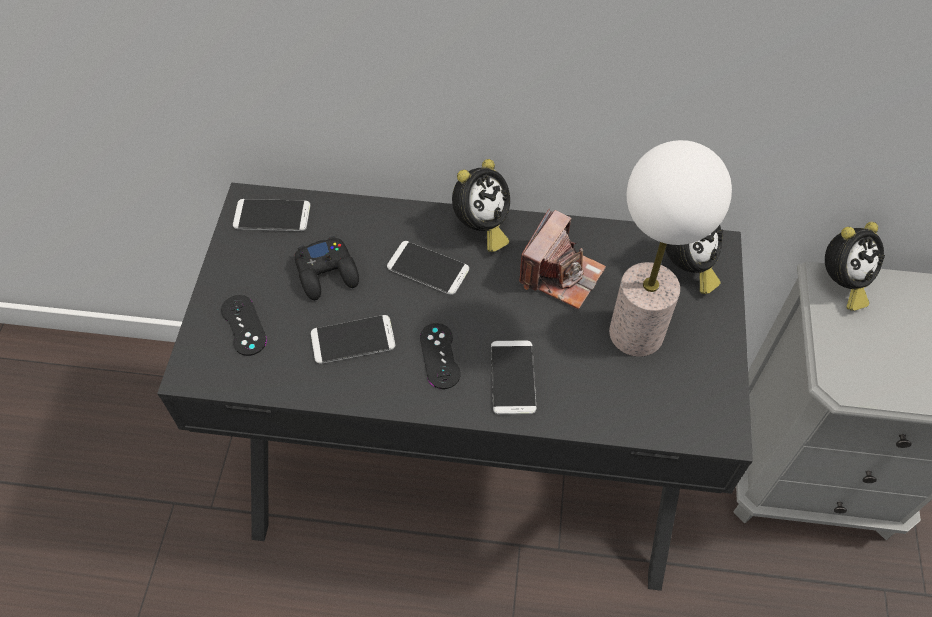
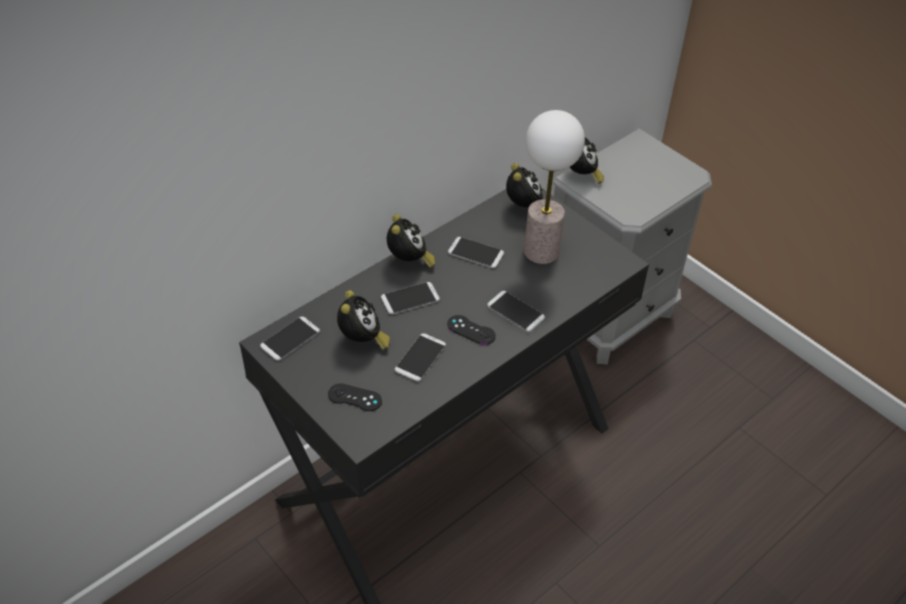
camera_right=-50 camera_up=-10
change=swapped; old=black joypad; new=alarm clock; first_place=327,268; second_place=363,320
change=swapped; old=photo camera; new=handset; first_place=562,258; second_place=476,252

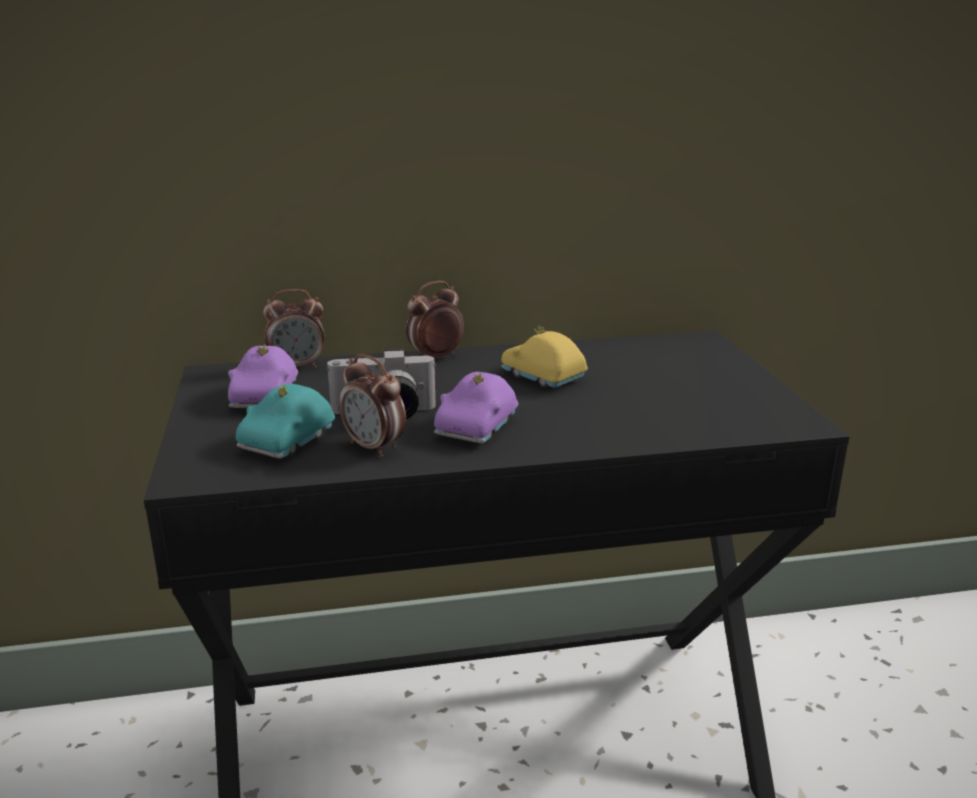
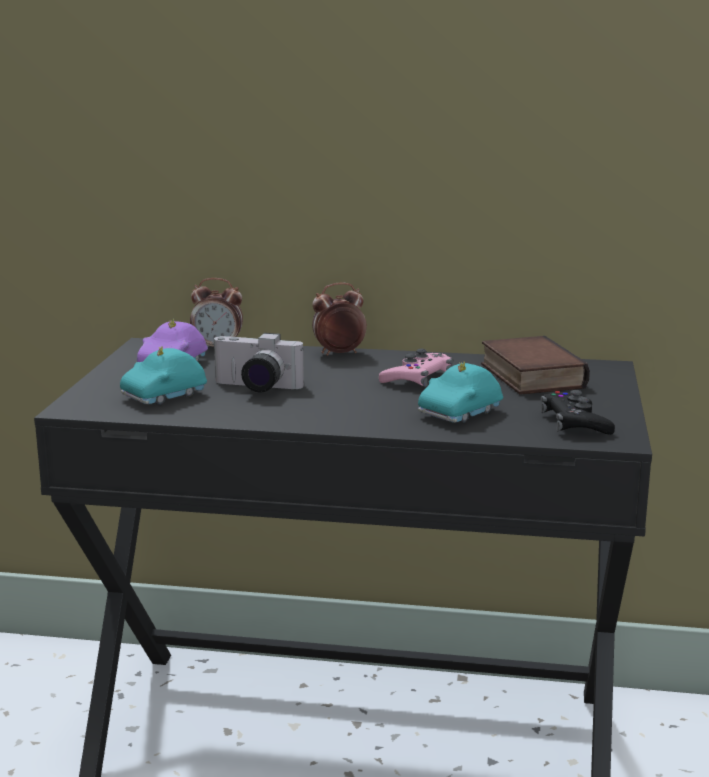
camera_right=20 camera_up=-5
change=swapped; old=yellow model car; new=pinkish joypad; first_place=544,356; second_place=416,368
change=new; new=turquoise-coloured model car; second_place=460,392
change=new; new=book; second_place=535,365
change=new; new=black joypad; second_place=578,412
change=gone; old=alarm clock; first_place=372,405
change=gone; old=purplish model car; first_place=476,407

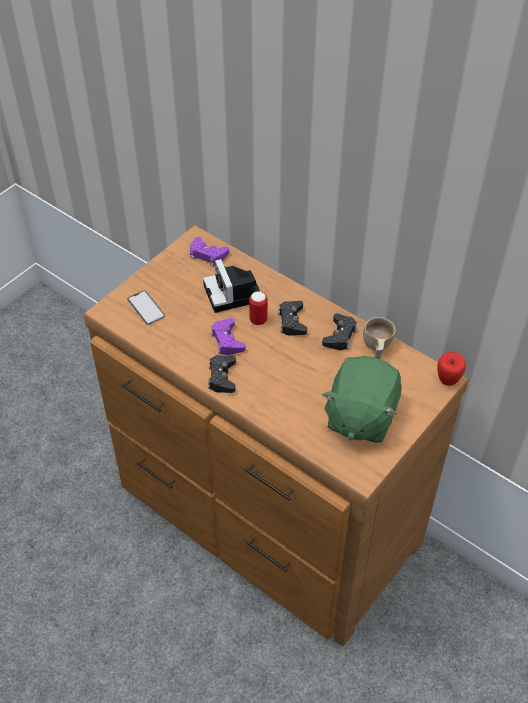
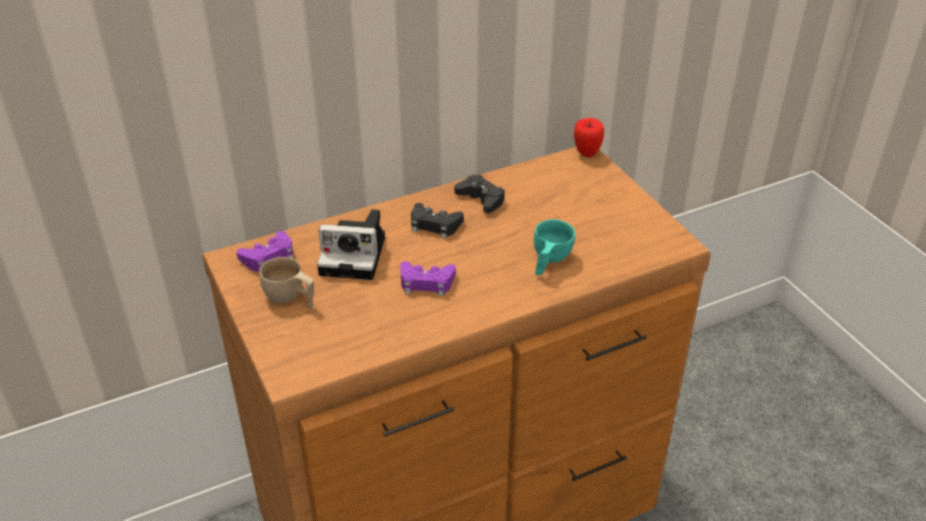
camera_right=-65 camera_up=-10
change=shifted; old=beige drinking cup; first_place=379,338; second_place=286,283
change=new; new=turquoise-coloured drinking cup; second_place=555,247
change=gone; old=handset; first_place=146,307
change=gone; old=black joypad; first_place=222,374
change=gone; old=sealed can; first_place=258,308
change=gone; old=greenish cuddly toy; first_place=362,399

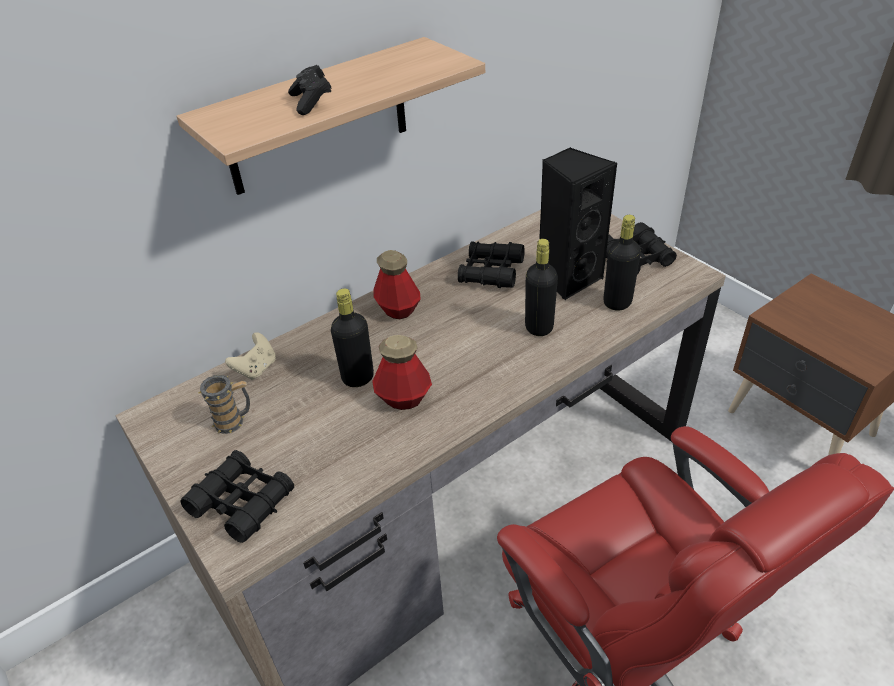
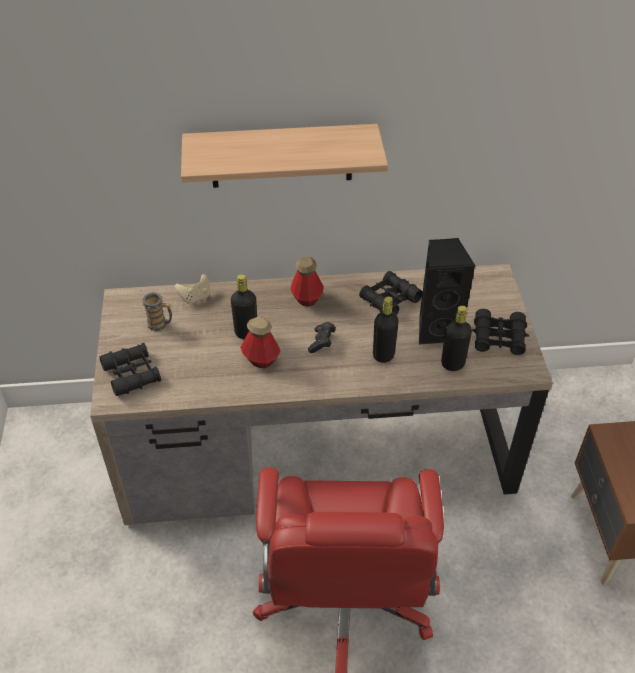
camera_right=30 camera_up=5
change=shifted; old=black joypad; first_place=310,90; second_place=322,337

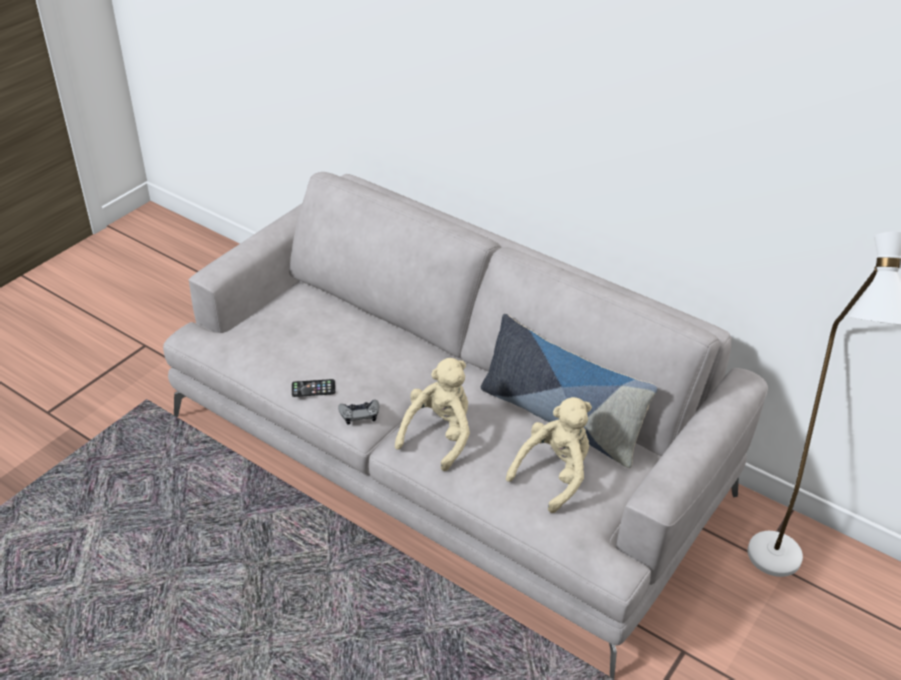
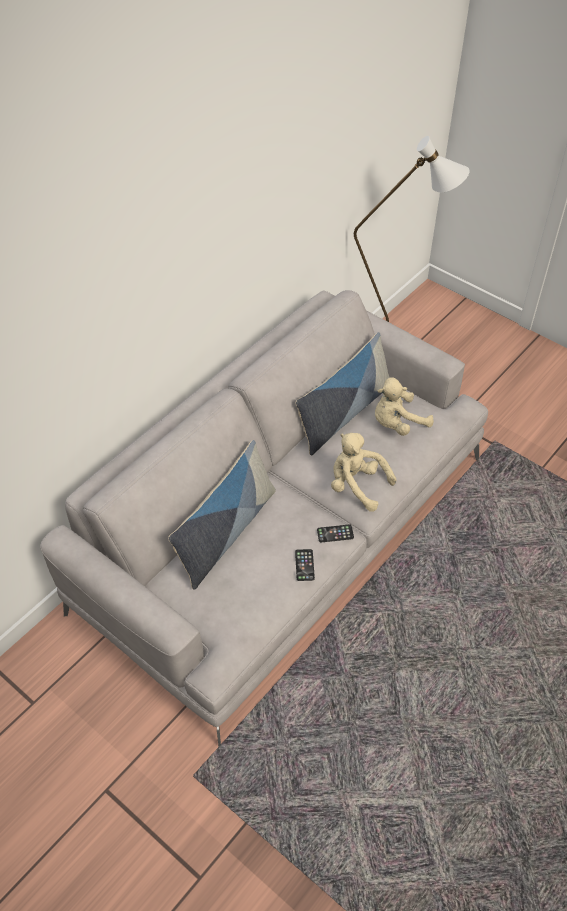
camera_right=-85 camera_up=10
change=new; new=pillow; second_place=222,515
change=swapped; old=grey joypad; new=handset; first_place=358,412; second_place=335,533
change=rotated; old=beige cuddly toy; first_place=549,455; second_place=404,406; degrees=-75

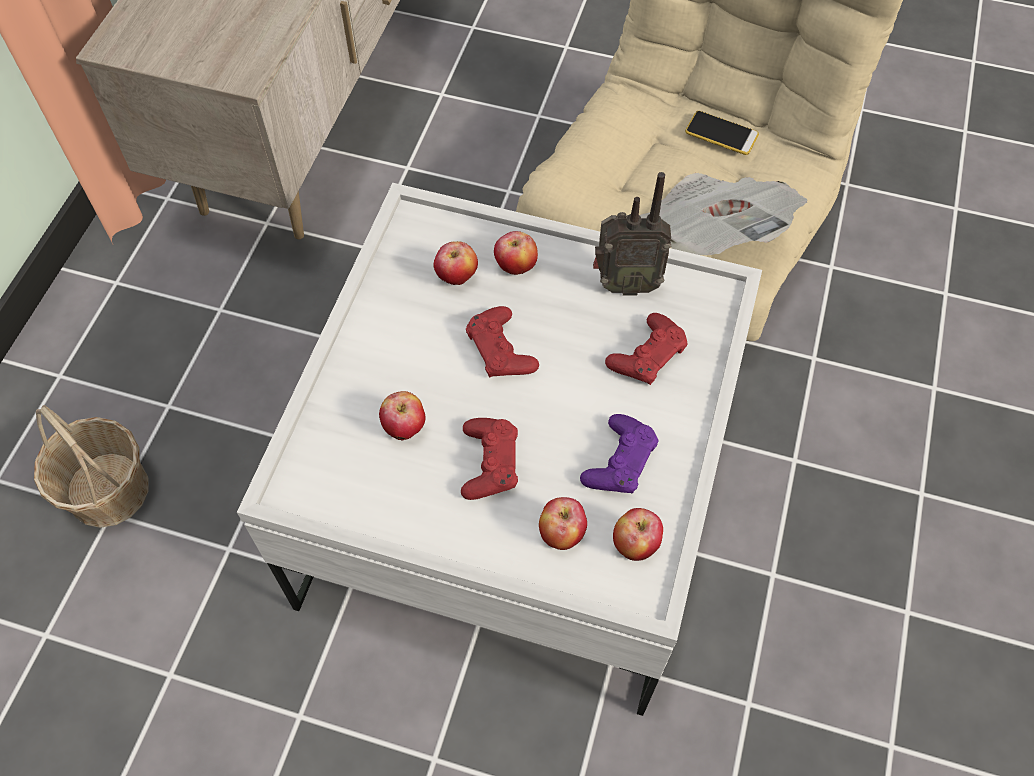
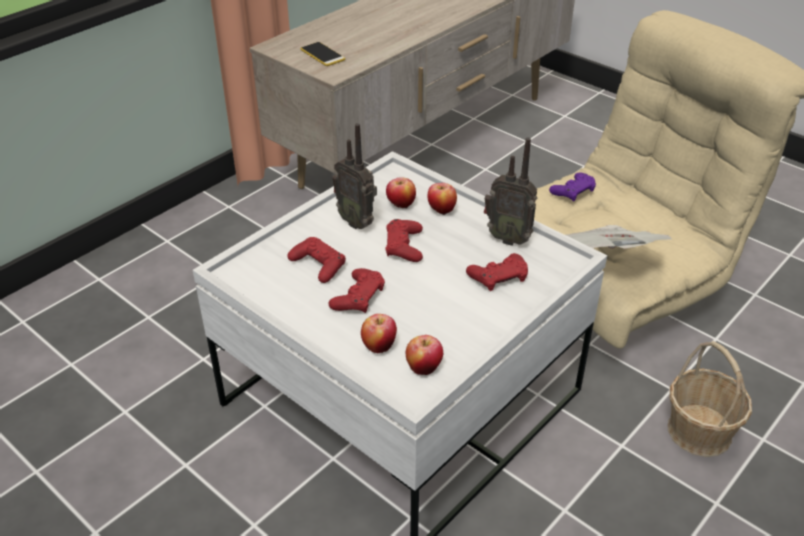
camera_right=25 camera_up=-20
change=swapped; old=apple fruit; new=reddish joypad; first_place=402,416; second_place=316,260
change=shifted; old=handset; first_place=722,133; second_place=323,54
change=new; new=radio receiver; second_place=354,176
change=shifted; old=purplish joypad; first_place=619,453; second_place=572,187
change=shifted; old=household basket; first_place=91,466; second_place=710,399

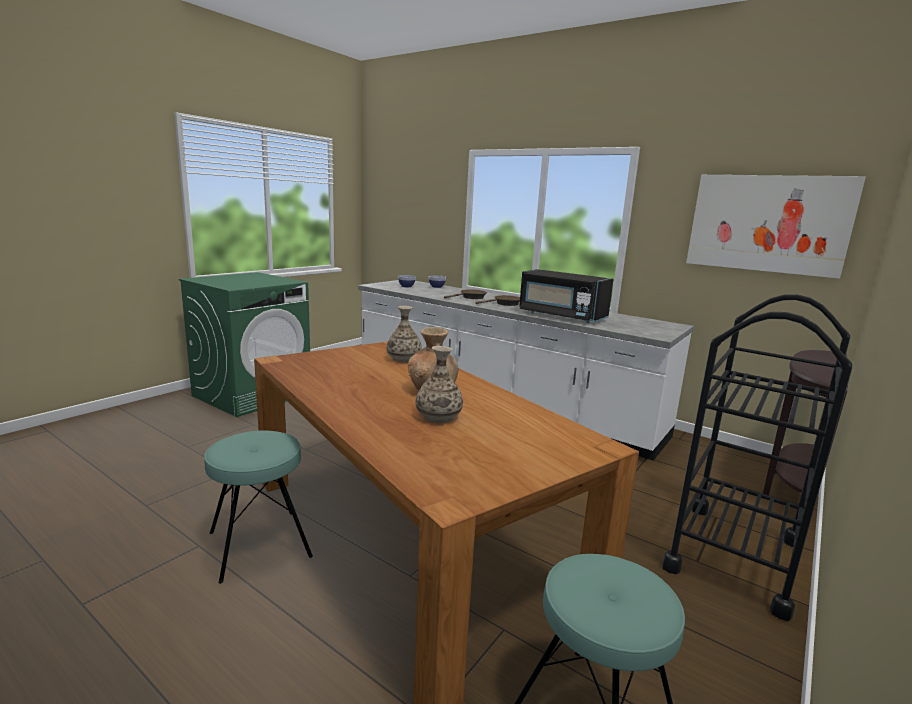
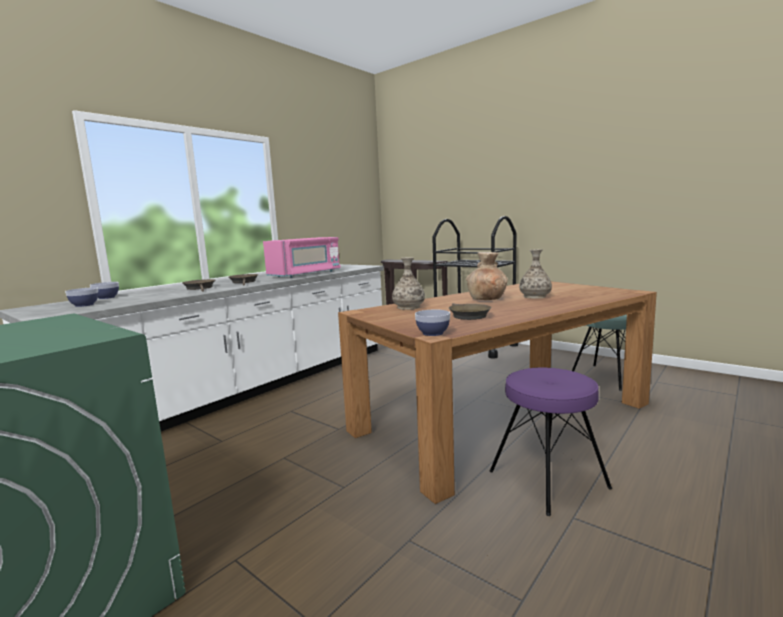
camera_right=-85 camera_up=-5
change=repainted; old=black microwave; new=pinkish microwave; first_place=566,296; second_place=301,257
change=new; new=bowl; second_place=432,323
change=new; new=brownish pan; second_place=470,311
change=repainted; old=turquoise-coloured stool seat; new=purplish stool seat; first_place=258,507; second_place=550,442
change=gone; old=picture; first_place=776,227

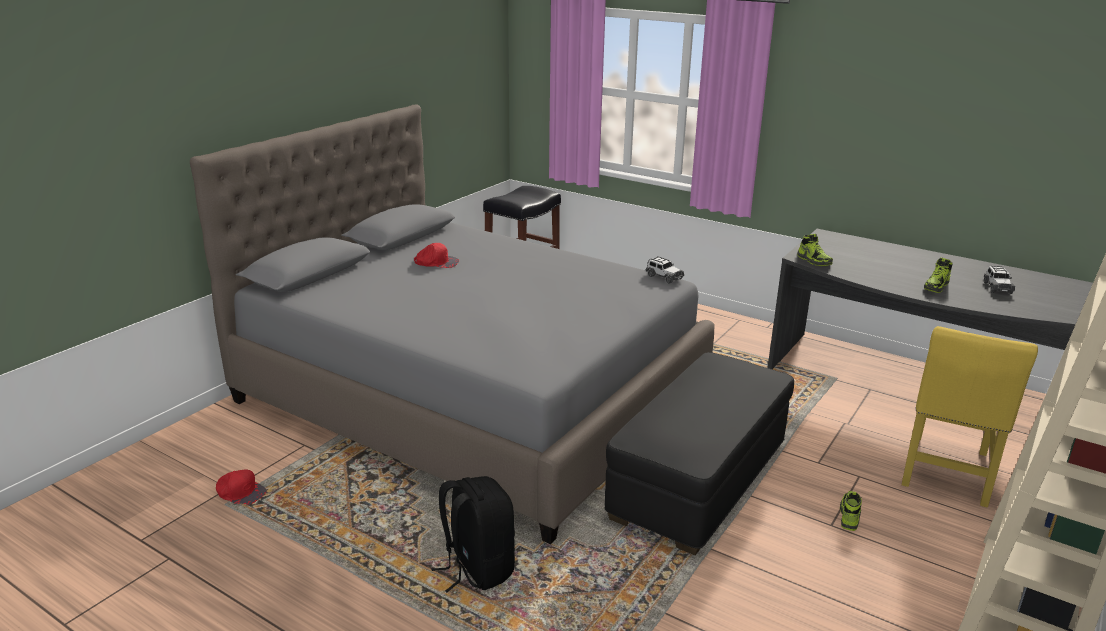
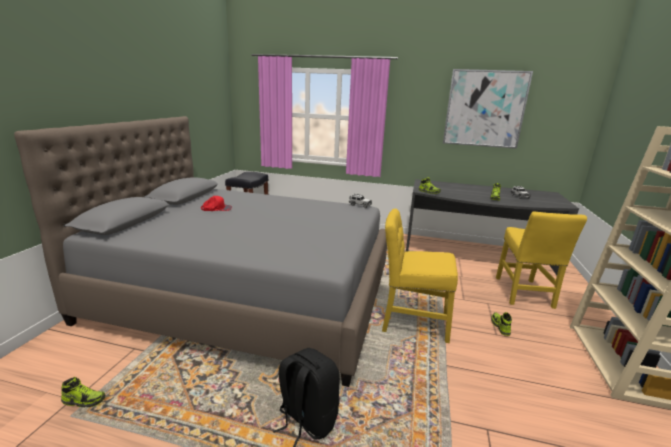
camera_right=-20 camera_up=-5
change=swapped; old=reddish cap; new=low shoe; first_place=241,487; second_place=83,392
change=swapped; old=black pouffe; new=yellow chair; first_place=699,453; second_place=420,275
change=new; new=picture; second_place=488,109

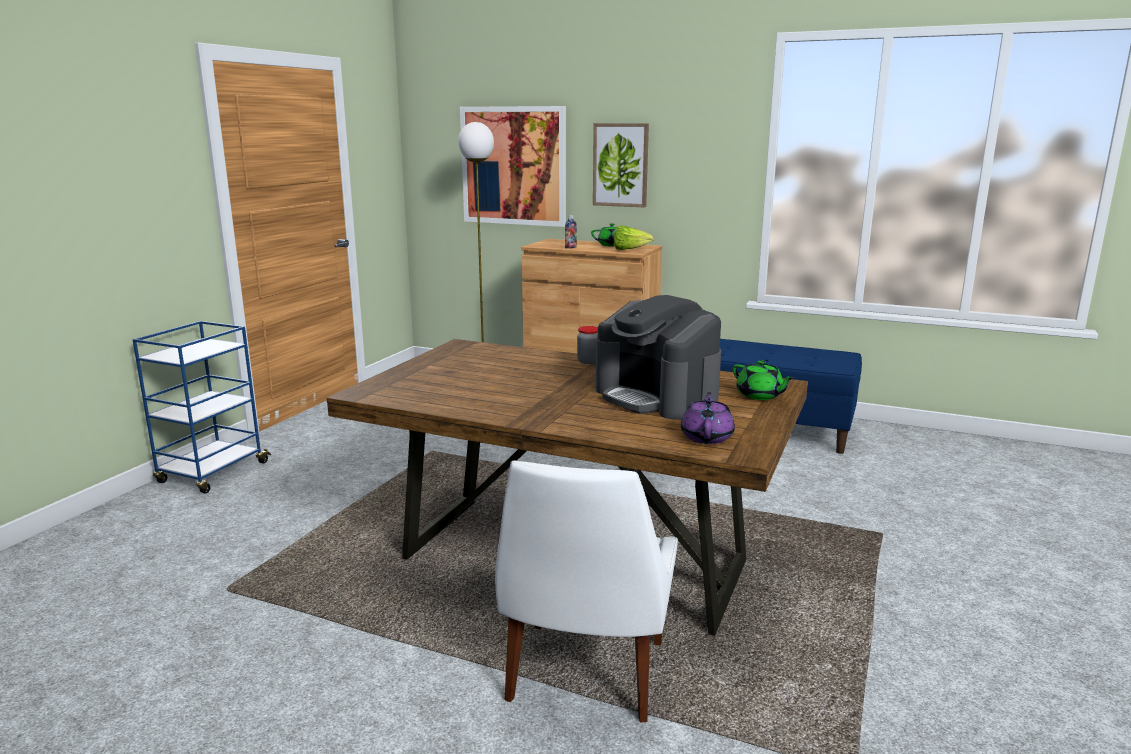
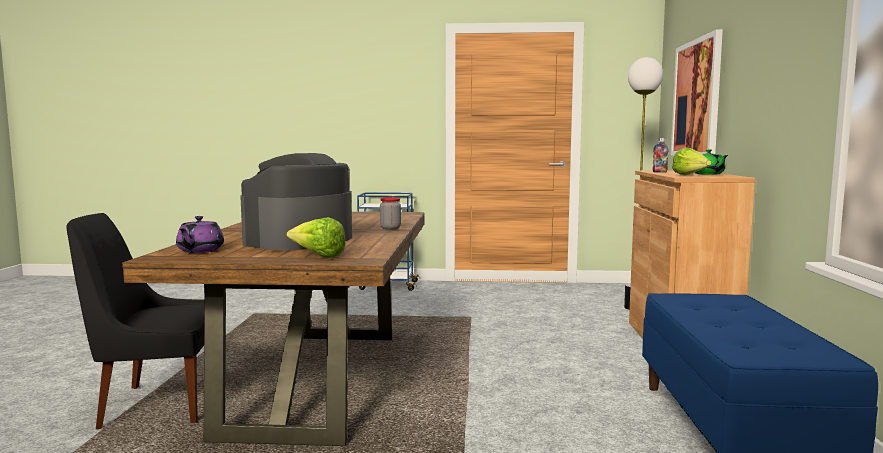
camera_right=70 camera_up=-10
change=repainted; old=whitish chair; new=black chair; first_place=586,591; second_place=135,321
change=rotated; old=purplish teapot; first_place=708,418; second_place=200,234; degrees=105
change=swapped; old=greenish teapot; new=head of lettuce; first_place=764,380; second_place=316,237
change=gone; old=picture; first_place=621,165

